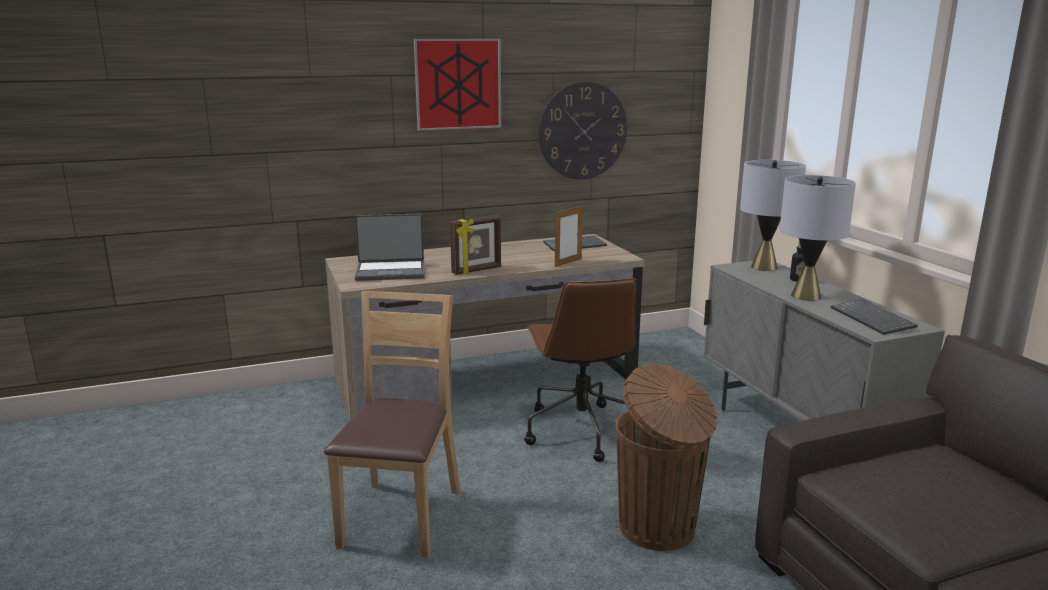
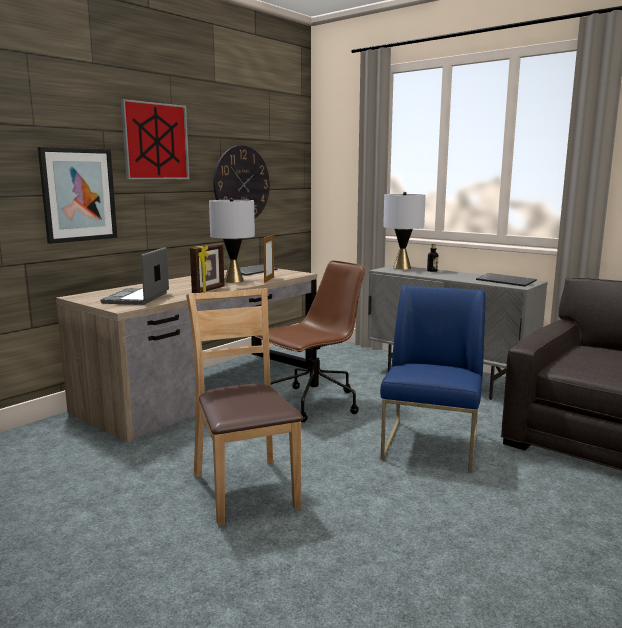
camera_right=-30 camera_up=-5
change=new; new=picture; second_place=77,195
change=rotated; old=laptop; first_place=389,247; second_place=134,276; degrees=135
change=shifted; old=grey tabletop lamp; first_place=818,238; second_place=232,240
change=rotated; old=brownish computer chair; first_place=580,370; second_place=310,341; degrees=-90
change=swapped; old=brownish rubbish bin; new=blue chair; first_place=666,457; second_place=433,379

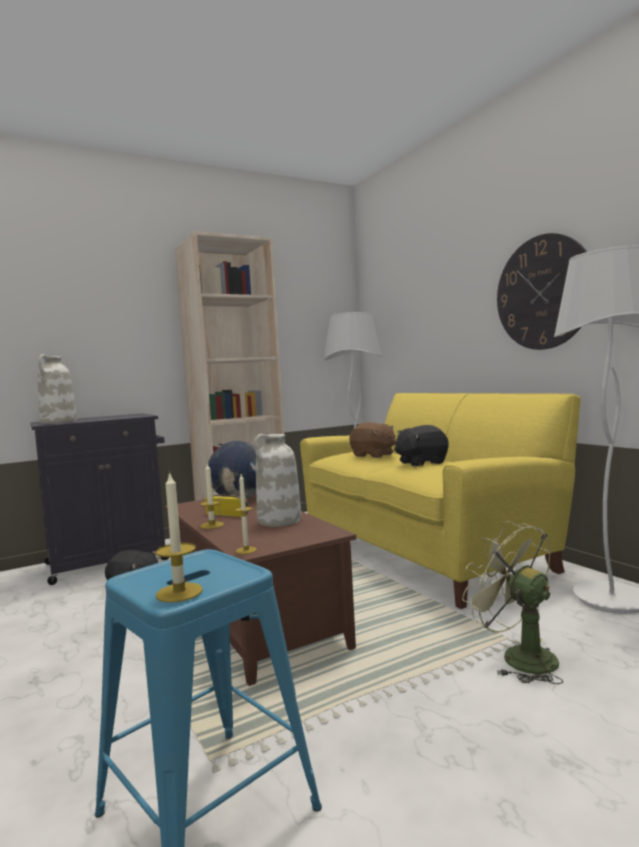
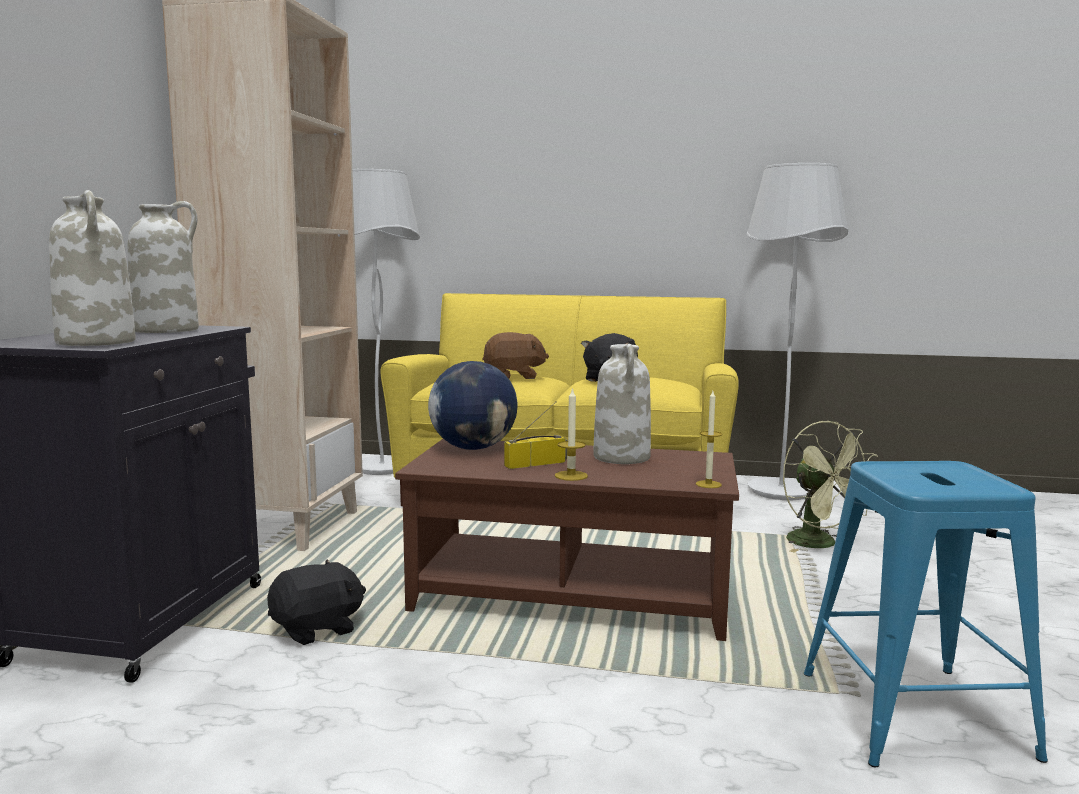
camera_right=-50 camera_up=5
change=new; new=whitish flower vase; second_place=163,267
change=rotated; old=greenish fan; first_place=512,602; second_place=830,486; degrees=-120
change=gone; old=wax candle; first_place=179,536
change=gone; old=clock on the wall; first_place=542,291

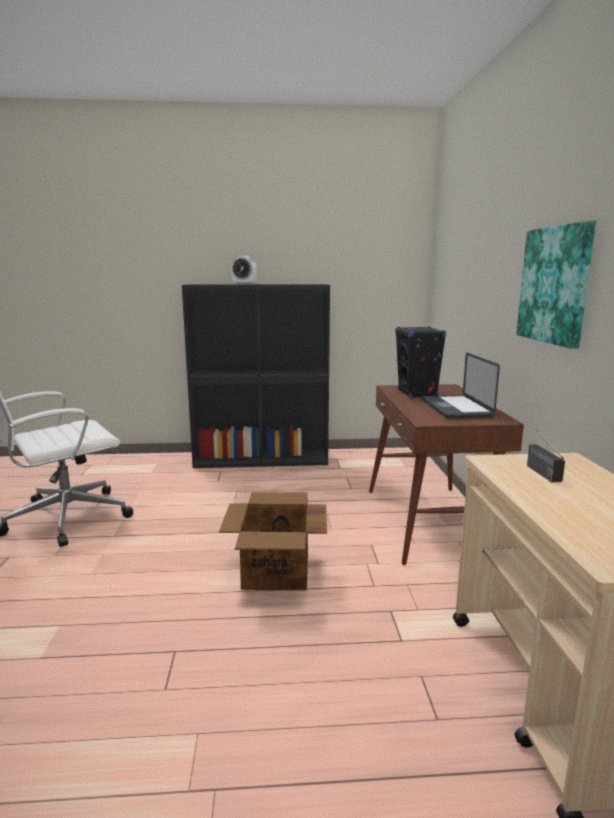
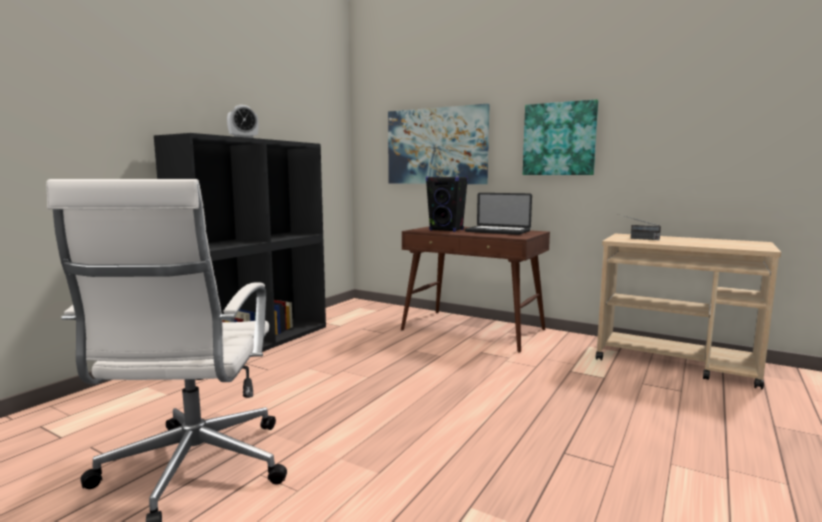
camera_right=-55 camera_up=-5
change=new; new=picture; second_place=439,144
change=gone; old=packing box; first_place=273,541

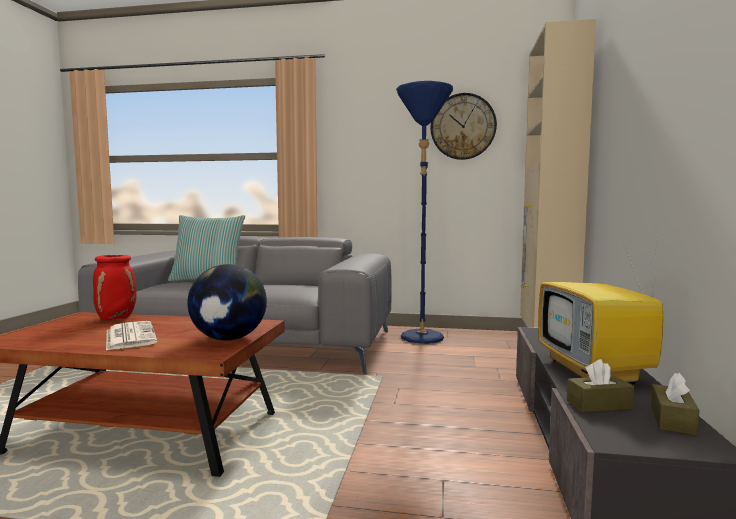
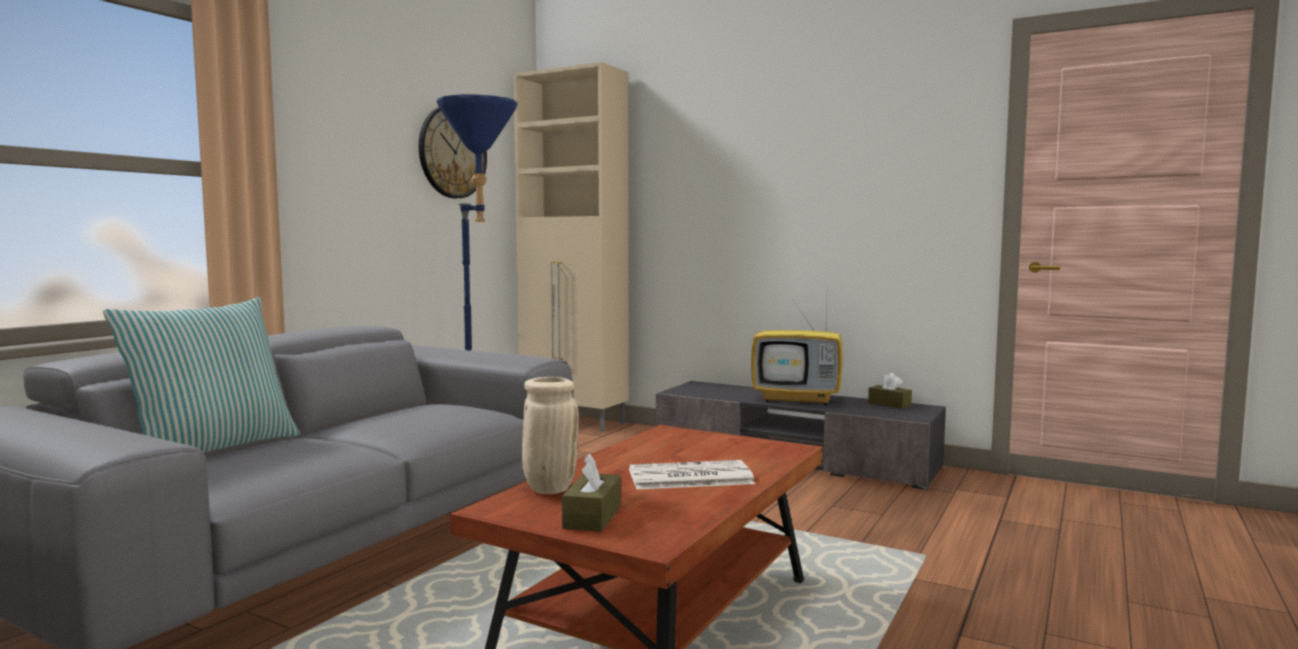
camera_right=-70 camera_up=0
change=repainted; old=reddish flower vase; new=beige flower vase; first_place=115,287; second_place=550,435
change=shifted; old=brownish tissue holder; first_place=600,385; second_place=591,492
change=gone; old=desk globe; first_place=227,302

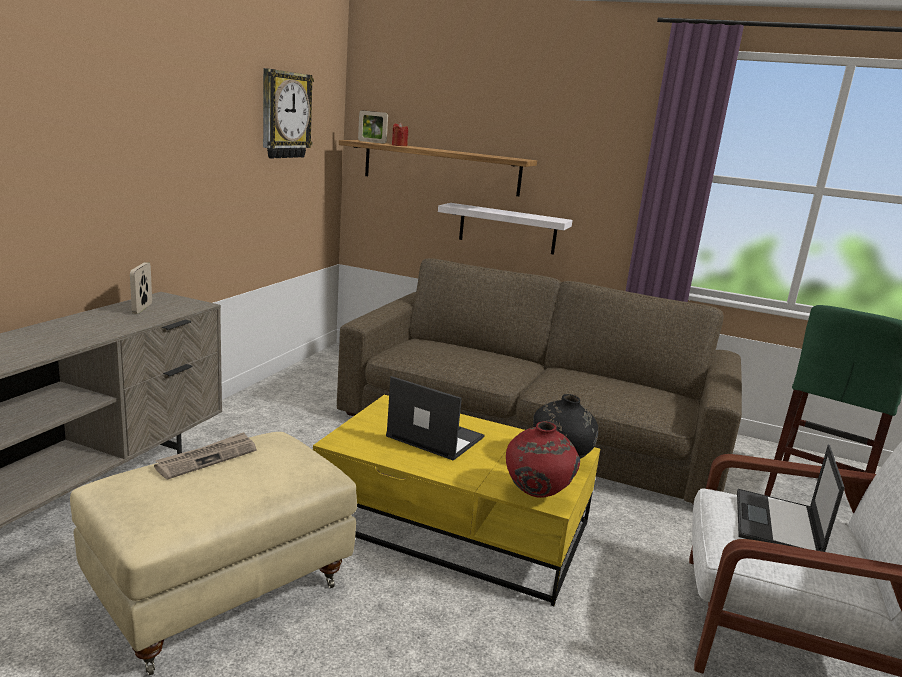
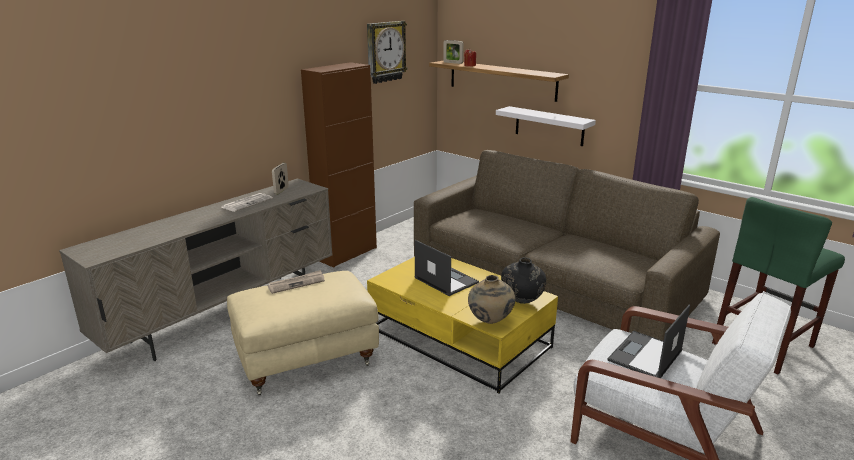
camera_right=20 camera_up=5
change=new; new=daily paper; second_place=247,202
change=new; new=brownish cabinet; second_place=339,165
change=repainted; old=reddish flower vase; new=beige flower vase; first_place=543,459; second_place=491,299

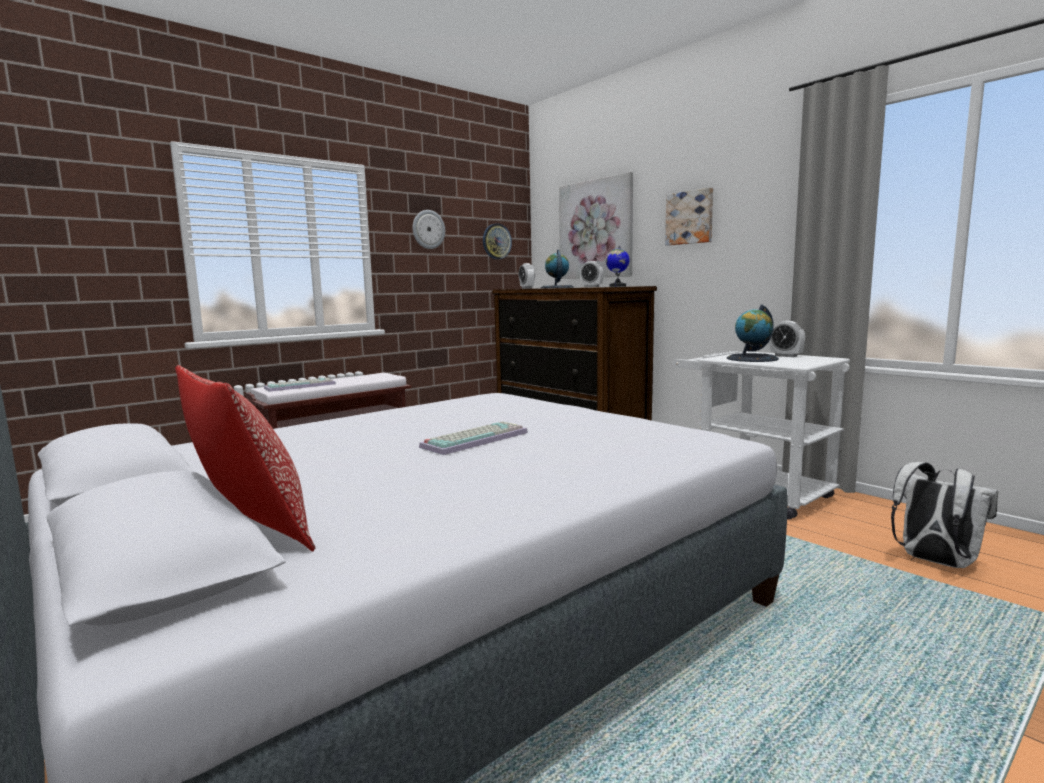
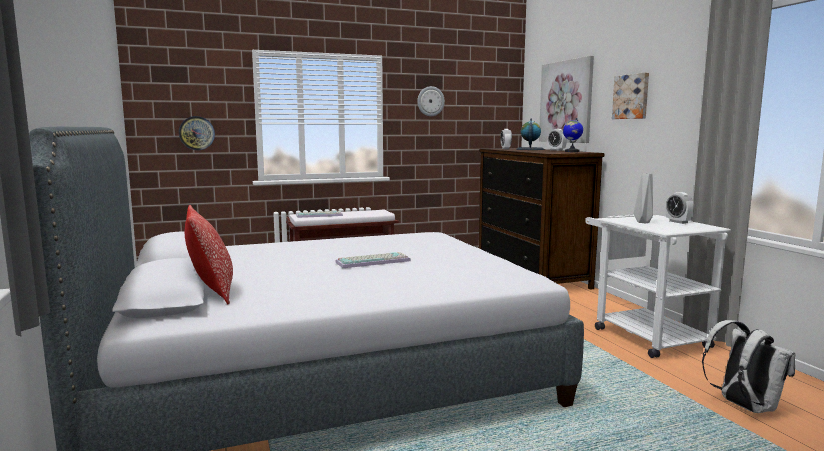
camera_right=20 camera_up=0
change=shifted; old=clock on the wall; first_place=497,241; second_place=197,133
change=swapped; old=desk globe; new=grey flower vase; first_place=753,333; second_place=643,198

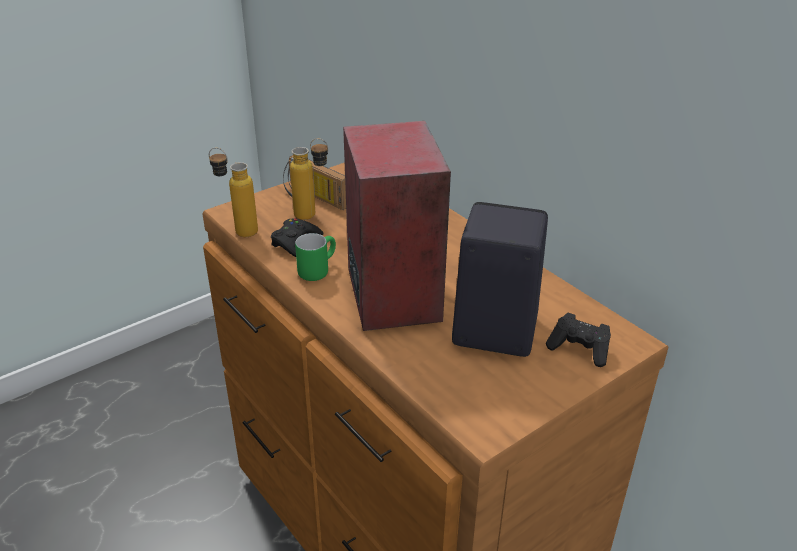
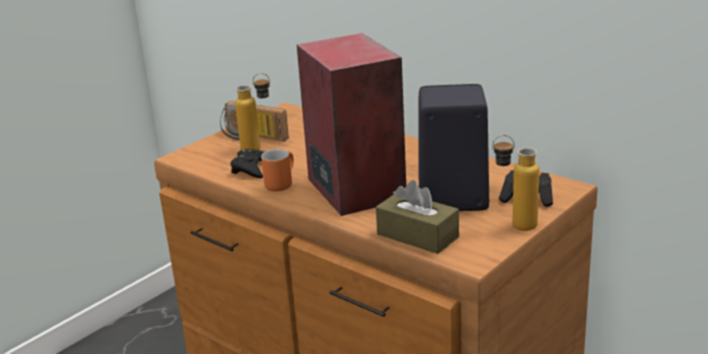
camera_right=-10 camera_up=-10
change=repainted; old=greenish coffee mug; new=orange coffee mug; first_place=315,257; second_place=277,170
change=new; new=brownish tissue holder; second_place=417,217
change=shifted; old=drink bottle; first_place=233,192; second_place=515,183

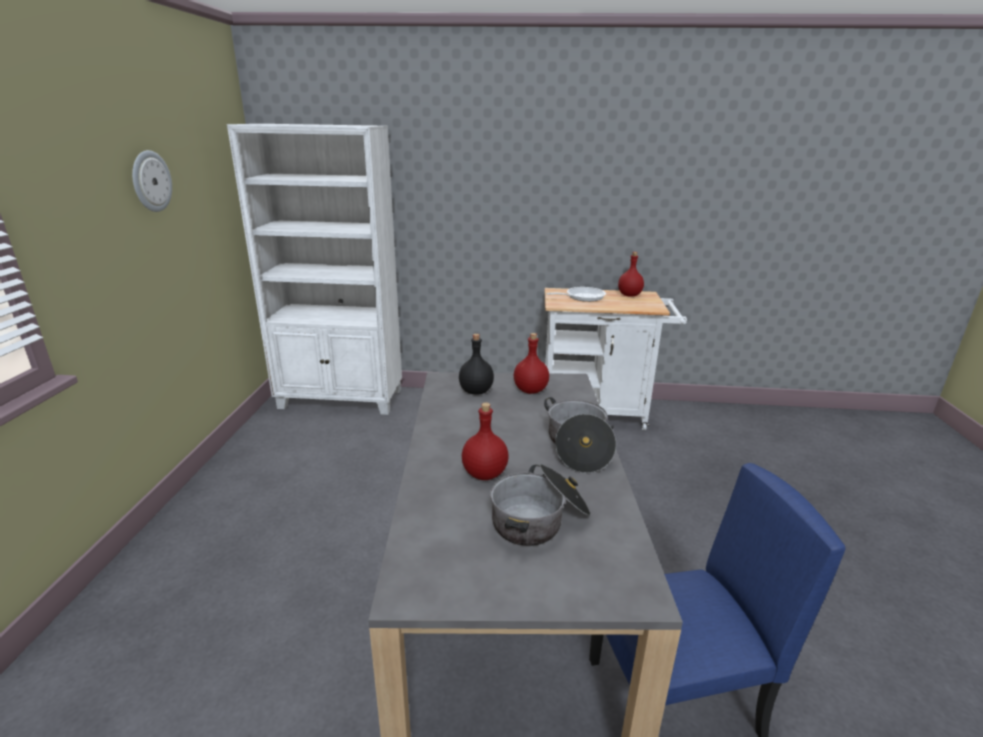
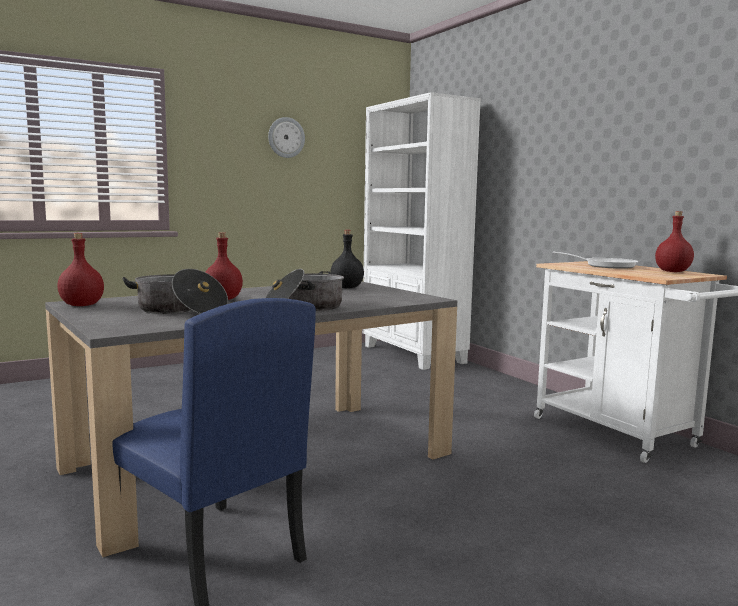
camera_right=55 camera_up=-15
change=shifted; old=reddish drink bottle; first_place=531,363; second_place=80,269

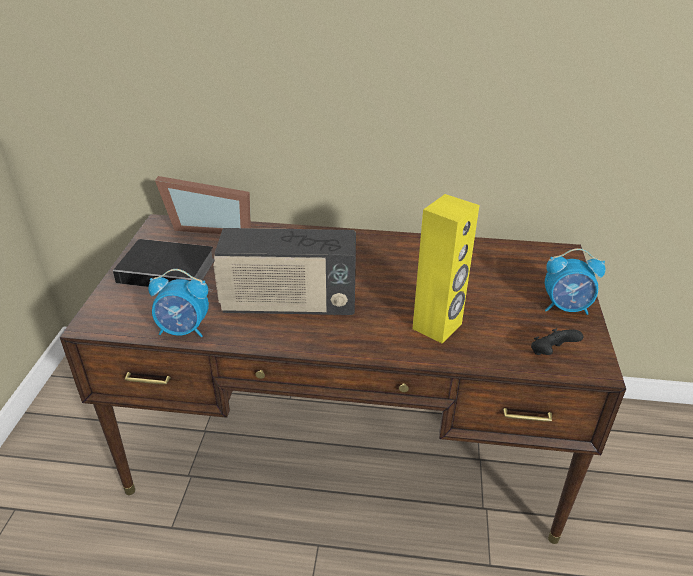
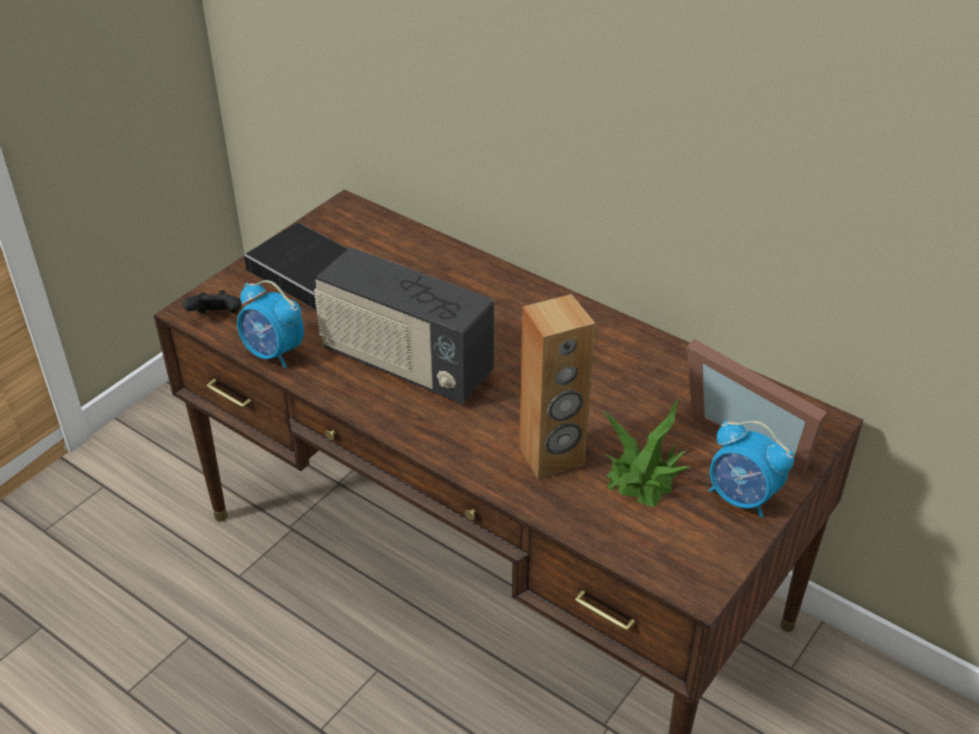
camera_right=30 camera_up=5
change=shifted; old=black joypad; first_place=557,341; second_place=212,302
change=repainted; old=yellow speaker; new=brownish speaker; first_place=446,268; second_place=557,386
change=new; new=plant in a pot; second_place=647,453
change=shifted; old=picture frame; first_place=203,205; second_place=757,405

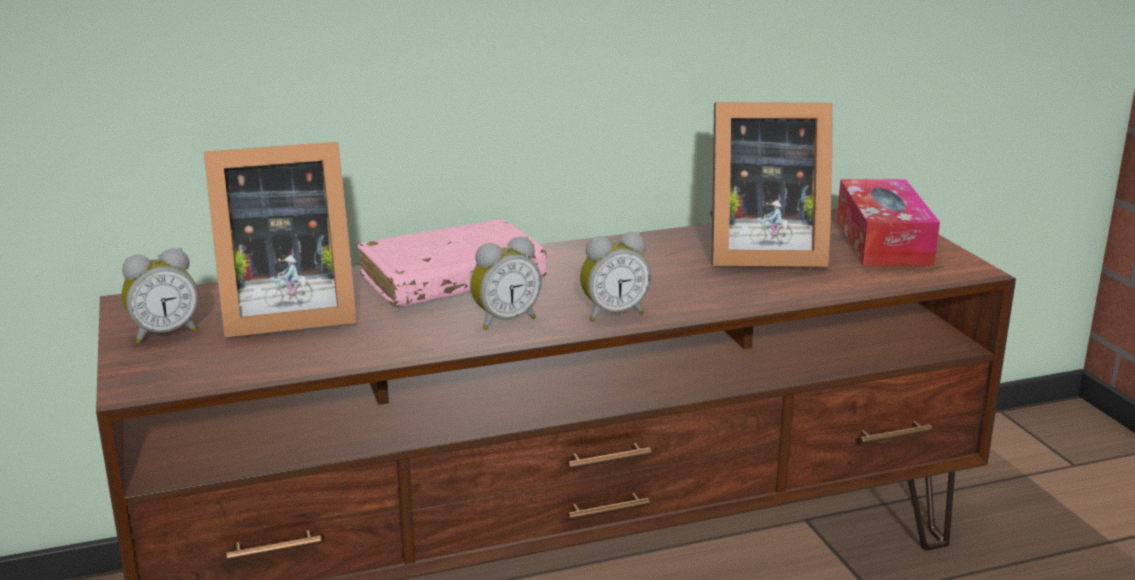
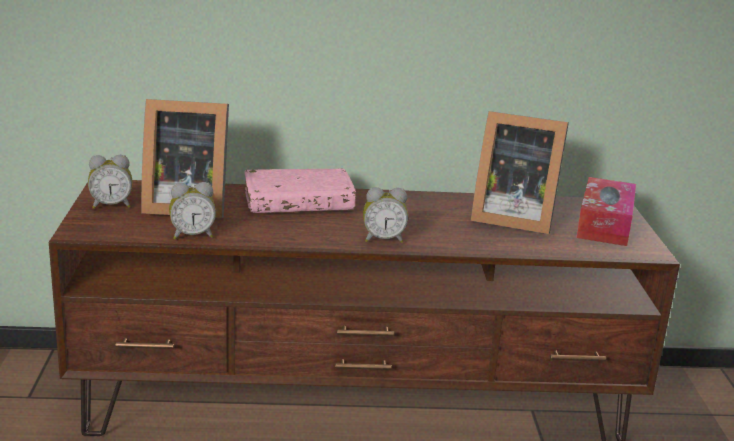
camera_right=15 camera_up=0
change=shifted; old=alarm clock; first_place=506,283; second_place=192,211

